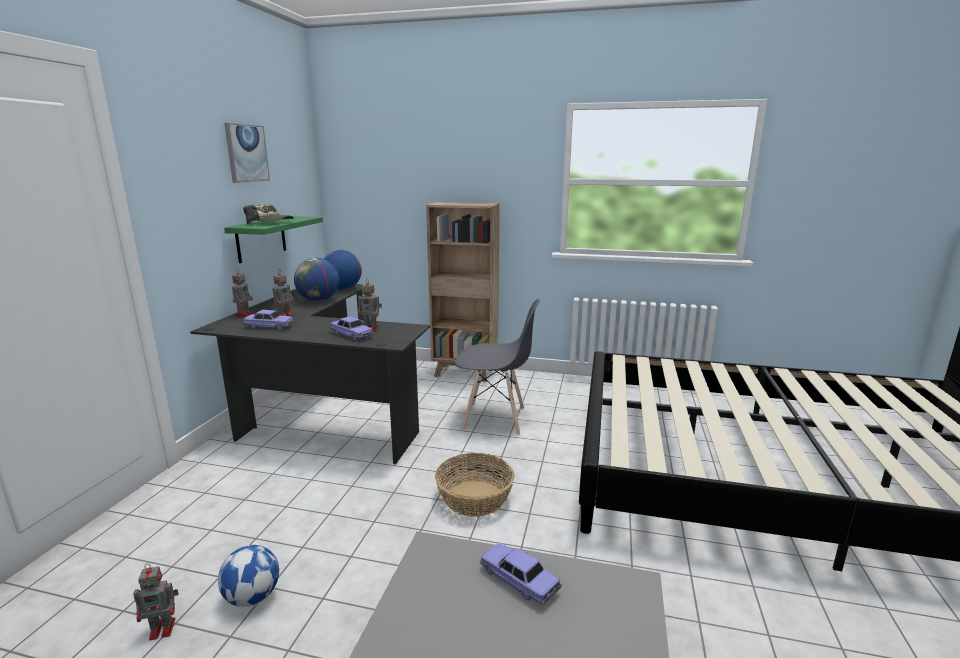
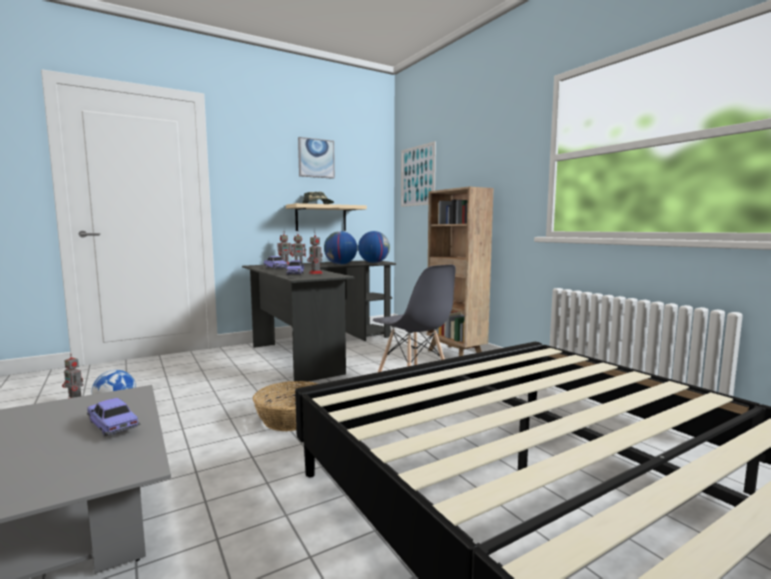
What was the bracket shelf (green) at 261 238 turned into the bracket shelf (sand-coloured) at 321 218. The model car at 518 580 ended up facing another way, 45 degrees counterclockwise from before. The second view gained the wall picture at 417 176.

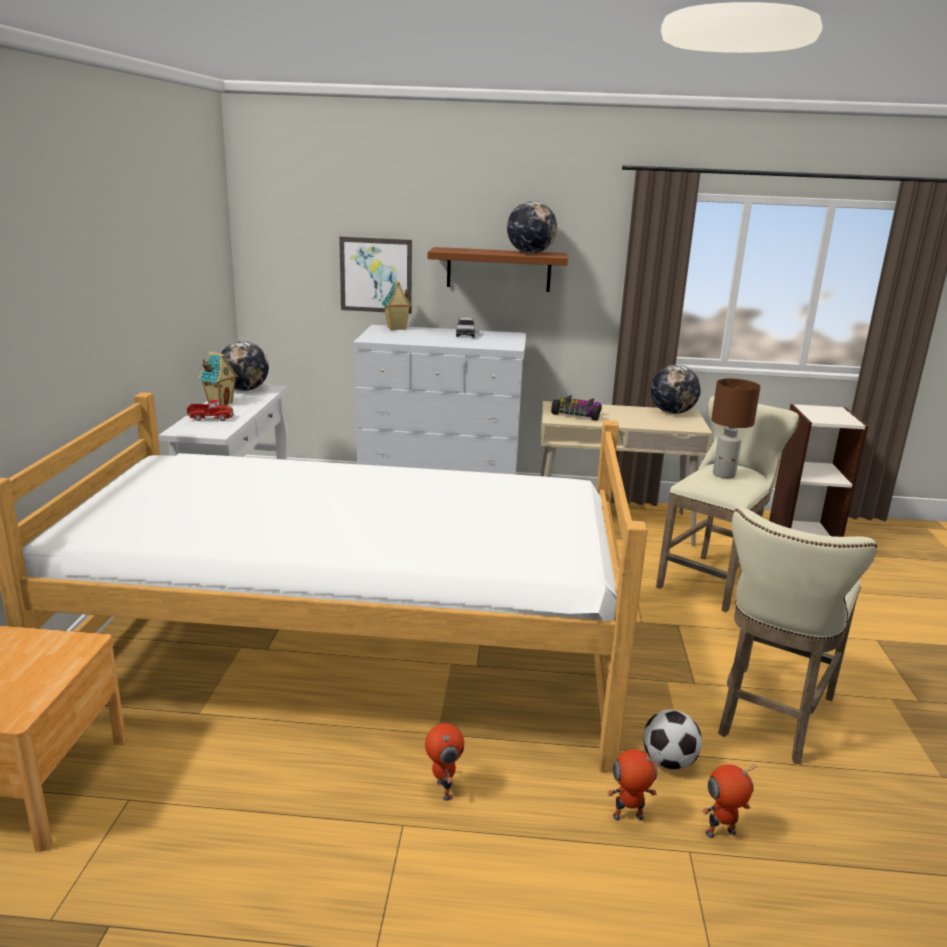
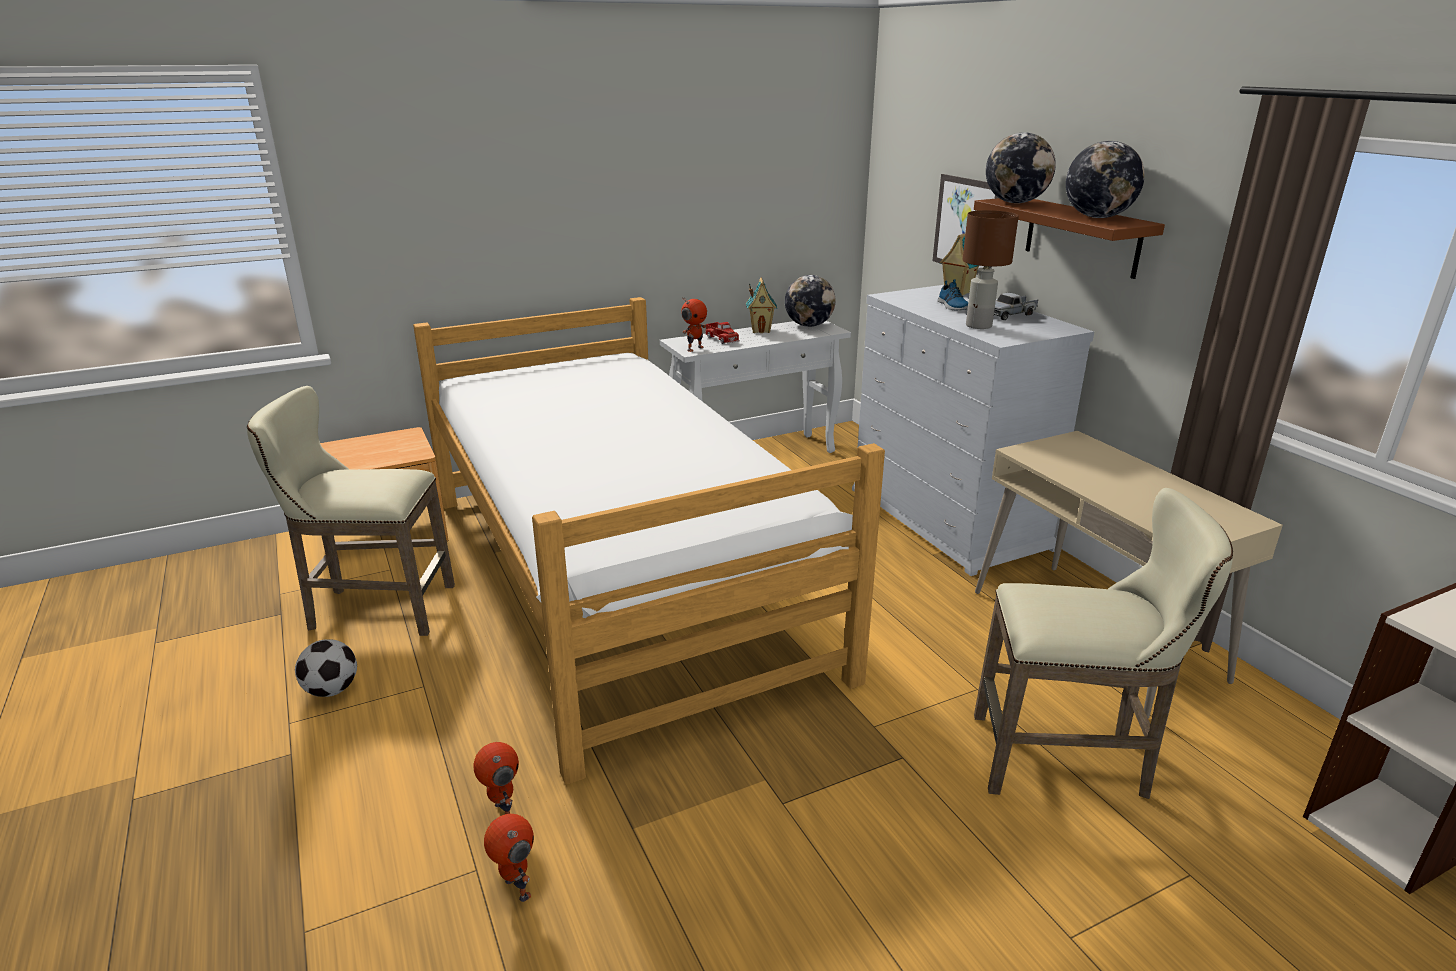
The globe ended up elsewhere, having gone from 672 412 to 1015 202. The lamp for a table (brown) ended up elsewhere, having gone from 724 475 to 979 326. The second view lost the model car at 577 414. The sitting stool (sand-coloured) ended up elsewhere, having gone from 770 718 to 374 609. The ball for football ended up elsewhere, having gone from 668 762 to 332 690. The toy robot ended up elsewhere, having gone from 442 790 to 694 348. The second view gained the item of footwear at 953 306.

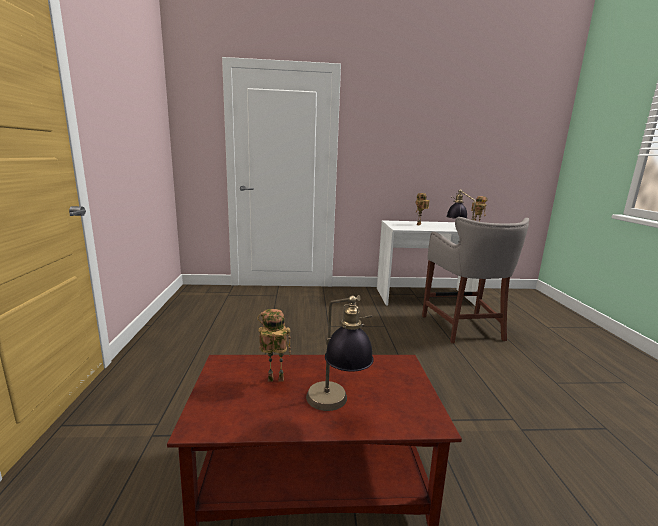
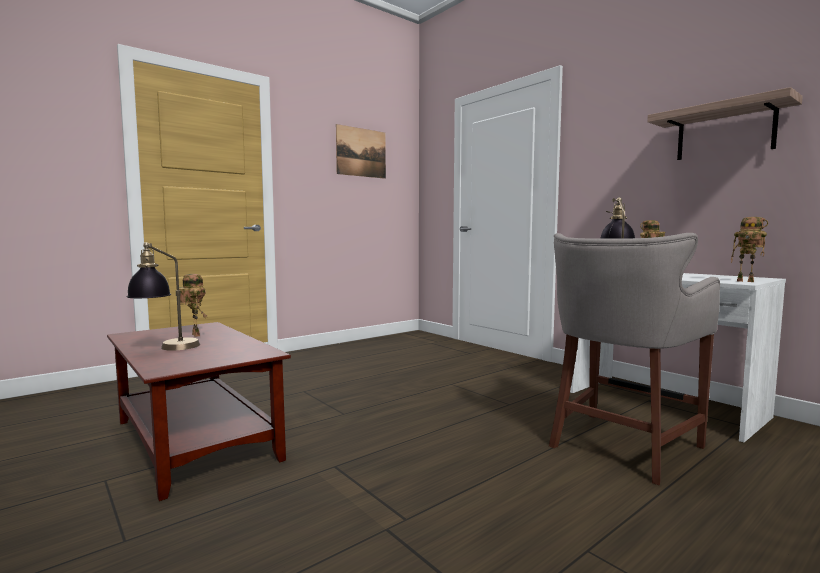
The second view gained the bracket shelf at 725 132. The second view gained the wall picture at 361 152.

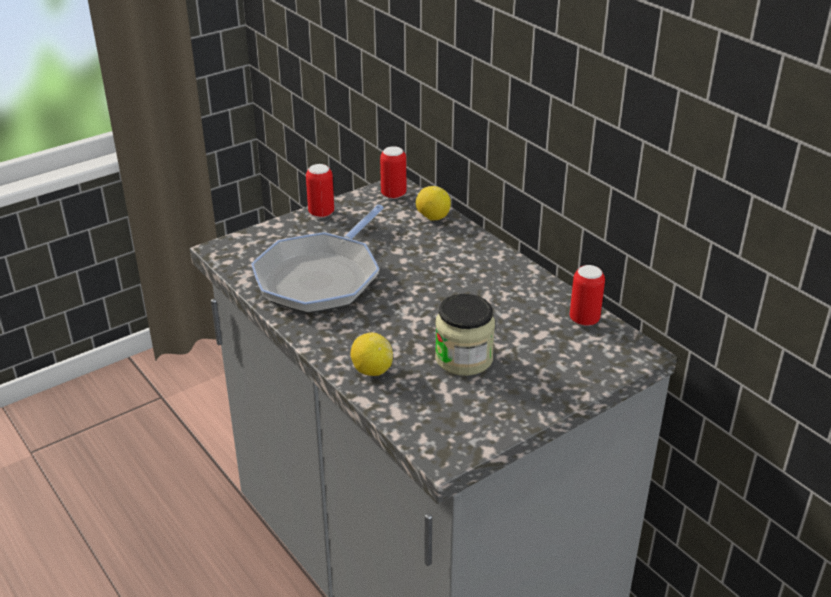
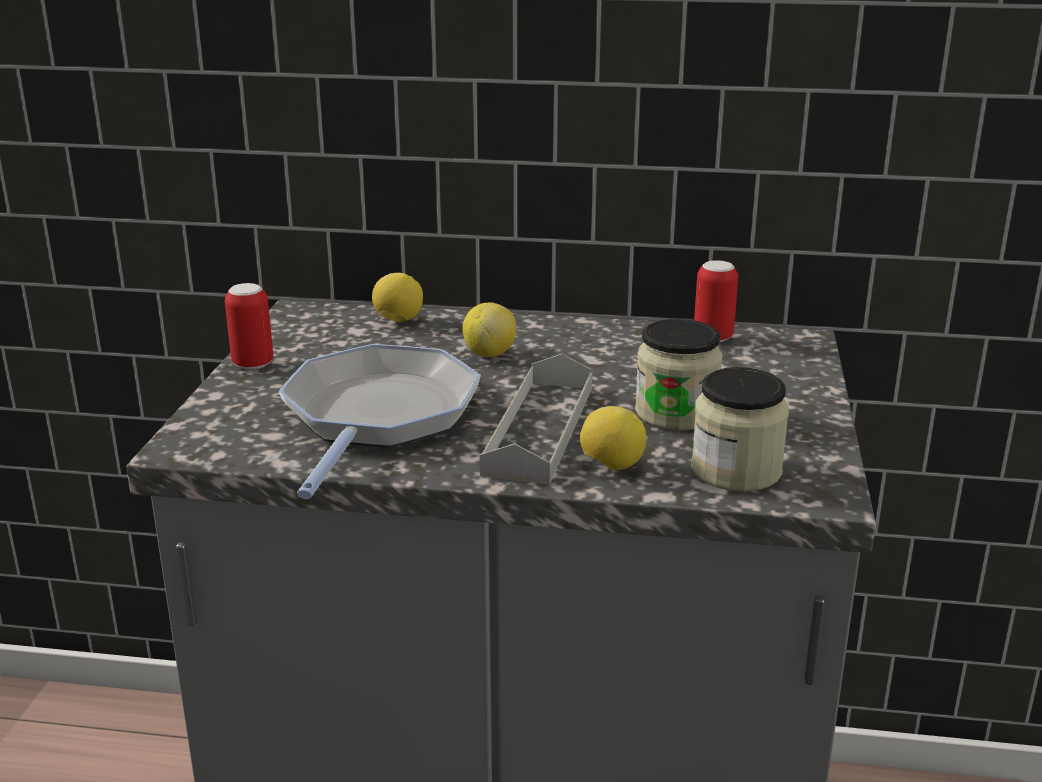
The second view lost the metal can at 393 194. The pan at 321 277 ended up facing another way, 150 degrees counterclockwise from before. The second view gained the lemon at 489 353. The second view gained the serving tray (gray) at 539 429. The second view gained the jar at 736 470.

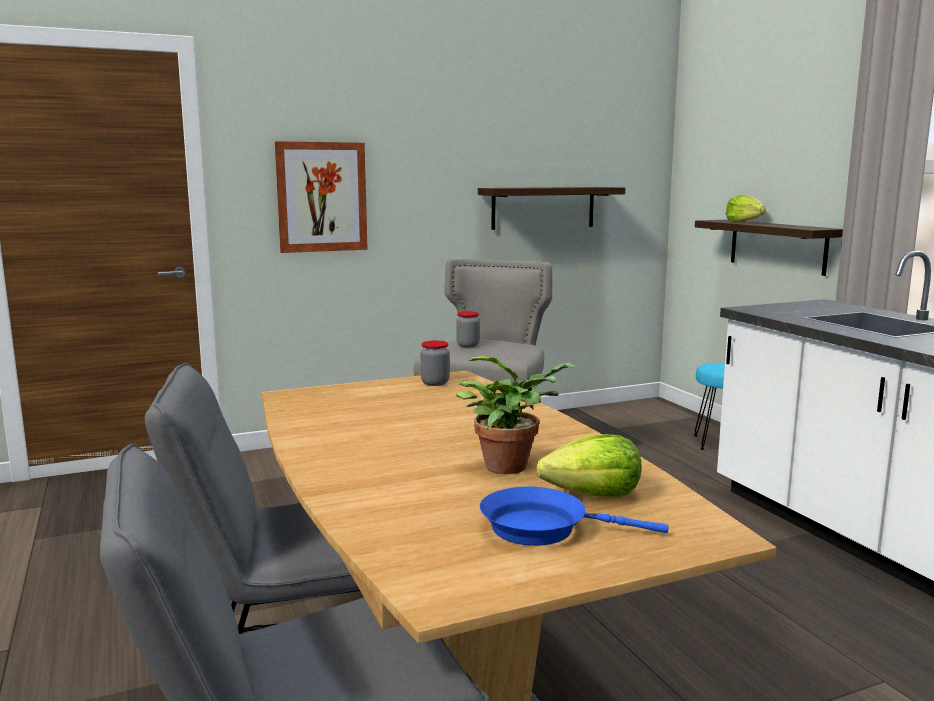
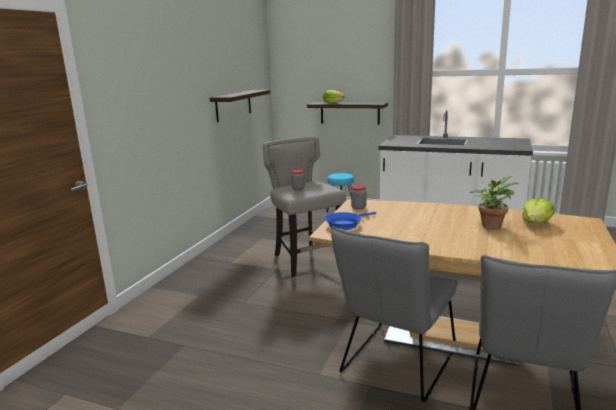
The second view lost the wall picture at 321 197. The pan (blue) ended up elsewhere, having gone from 542 528 to 345 224.

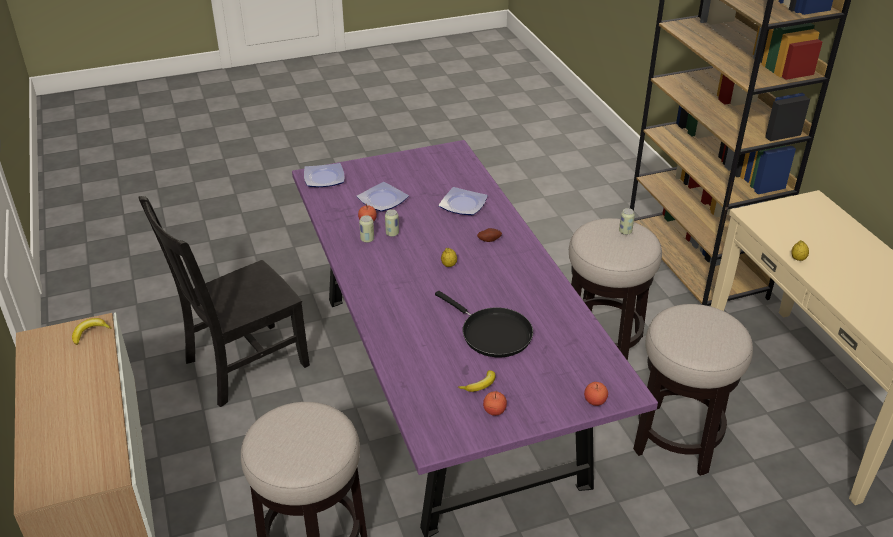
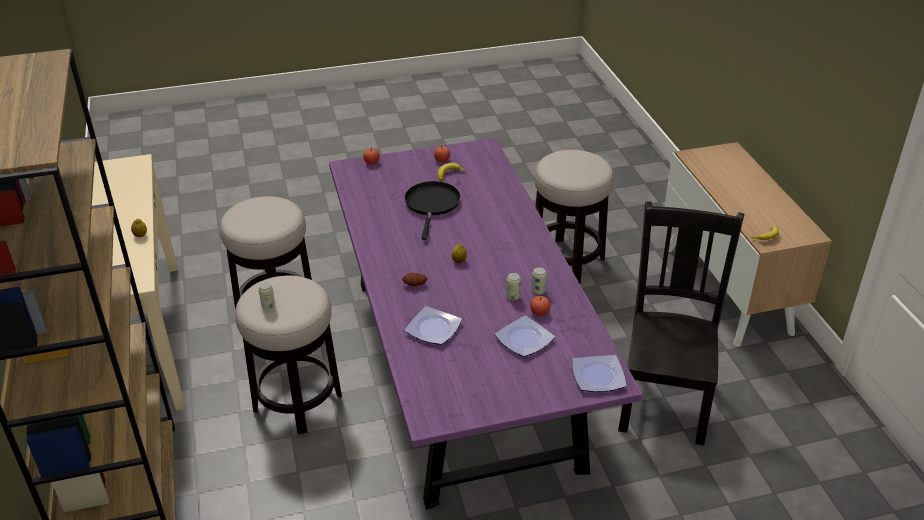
The plain chair (black) at 242 364 ended up facing another way, 45 degrees counterclockwise from before. The pan (black) at 492 333 ended up facing another way, 45 degrees clockwise from before.

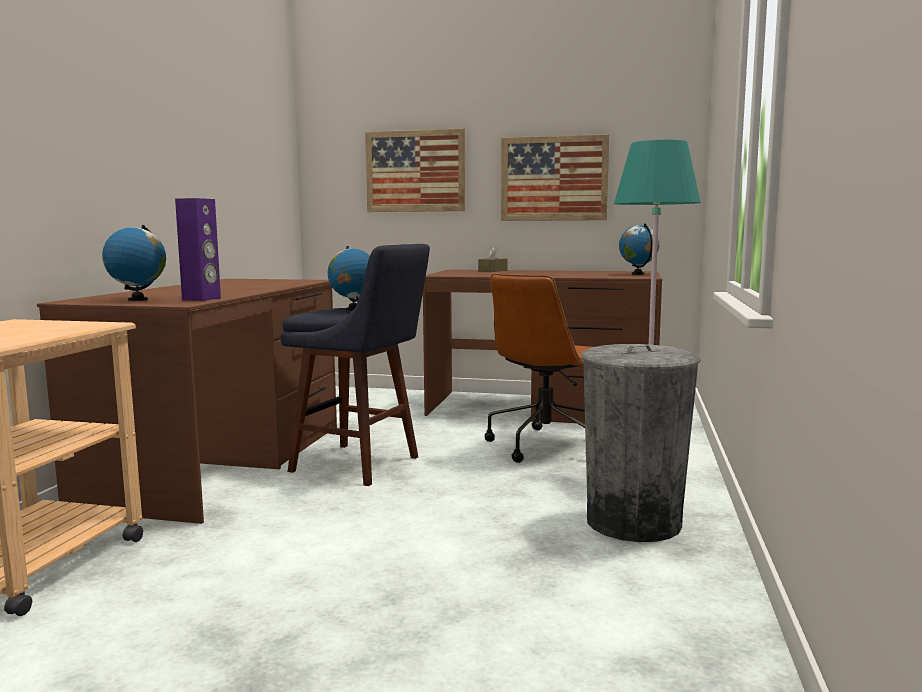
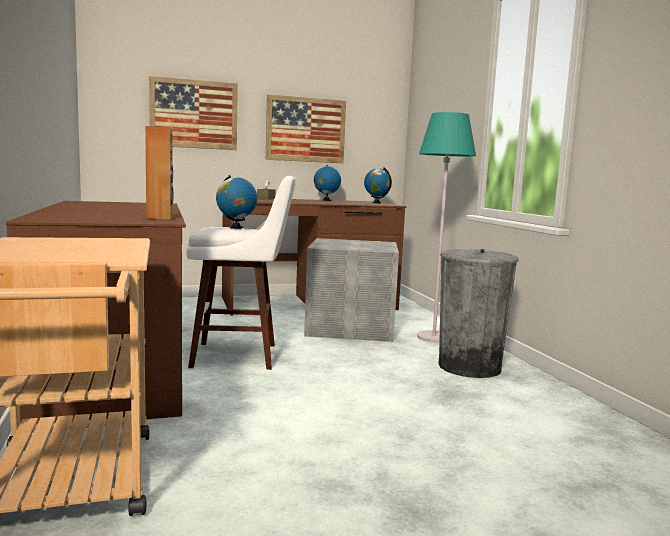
What was the audio speaker (purplish) at 202 299 turned into the audio speaker (brown) at 160 218. The globe ended up elsewhere, having gone from 137 300 to 326 200. What was the sitting stool (blue) at 362 465 turned into the sitting stool (white-coloured) at 241 356. Where the computer chair (brown) stood at 546 445, the storage bin (gray) came to stand at 349 327.

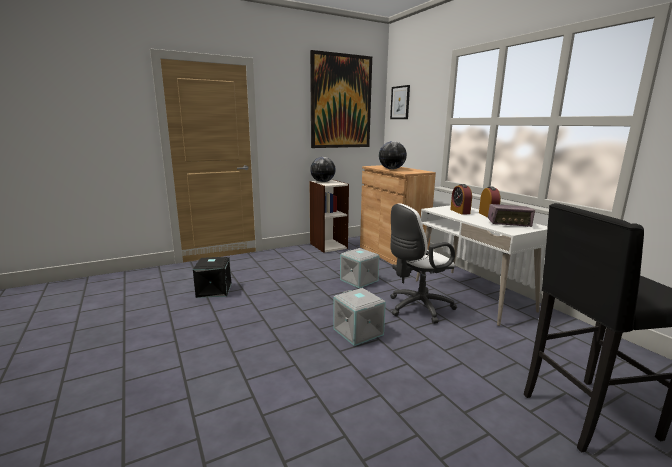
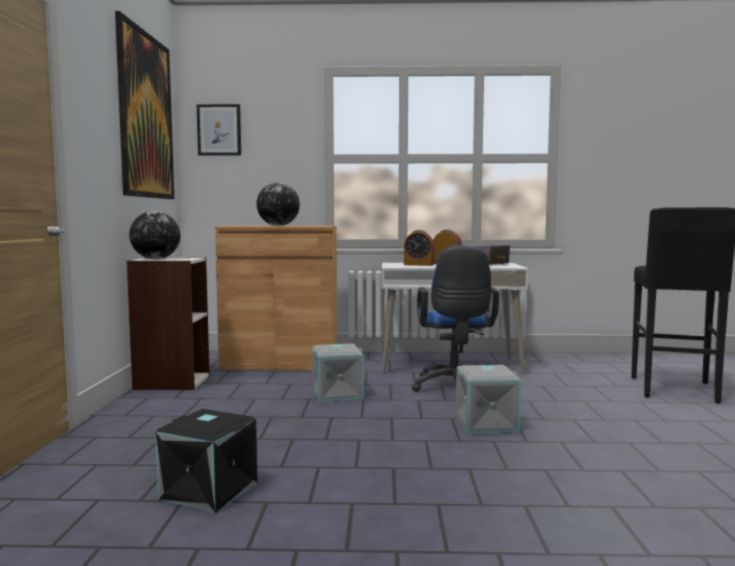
What was the computer chair (white-coloured) at 416 308 turned into the computer chair (blue) at 454 389.

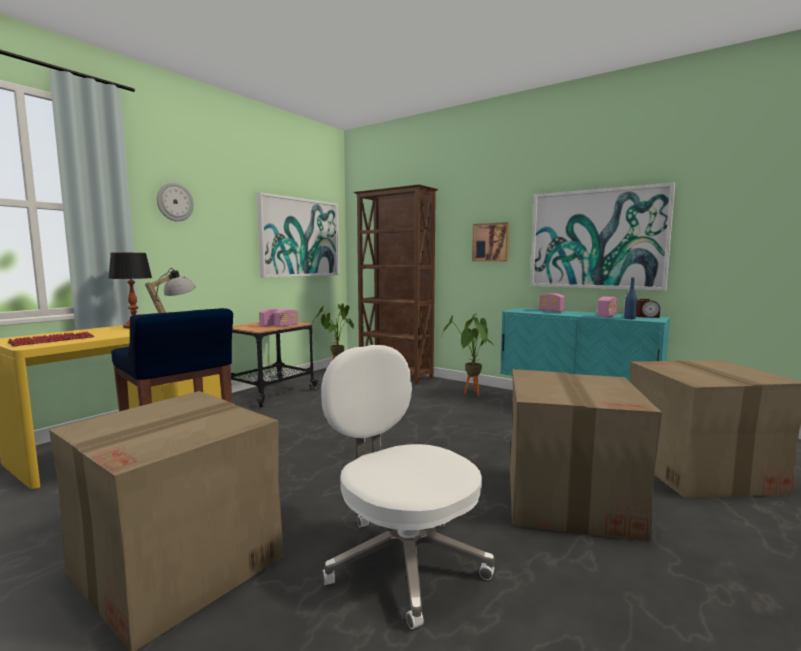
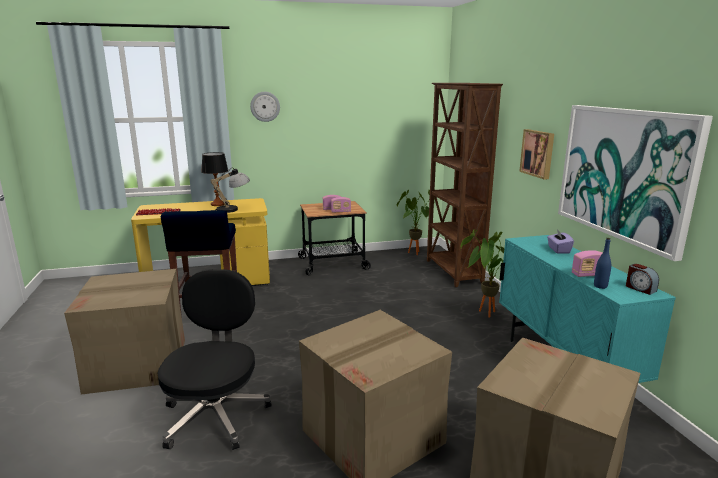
The second view lost the wall picture at 300 237. Where the radio stood at 551 311, the tissue box (purplish) came to stand at 558 250. What was the computer chair (white-coloured) at 403 560 turned into the computer chair (black) at 216 415.

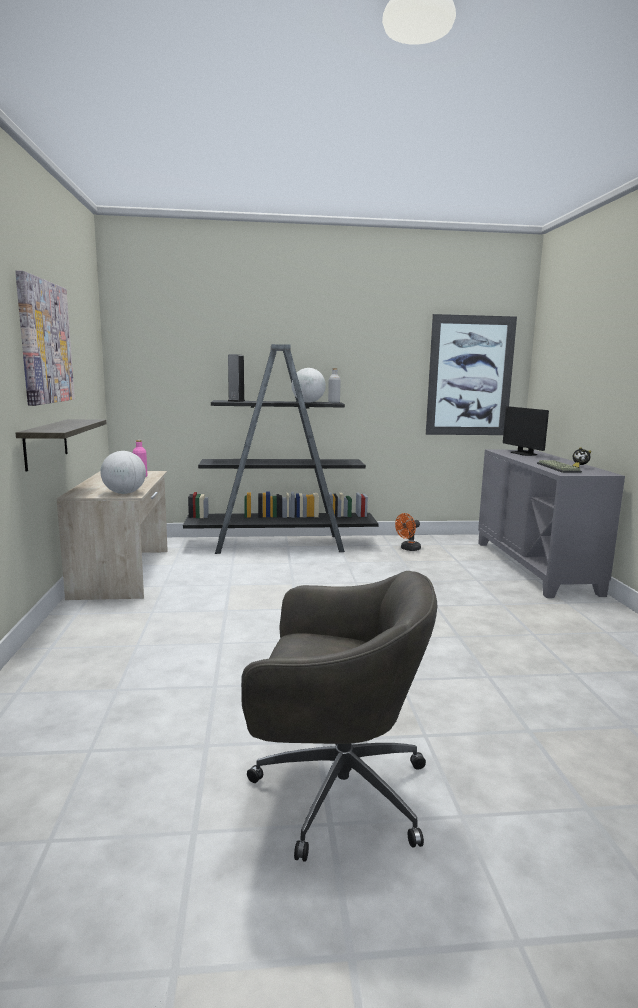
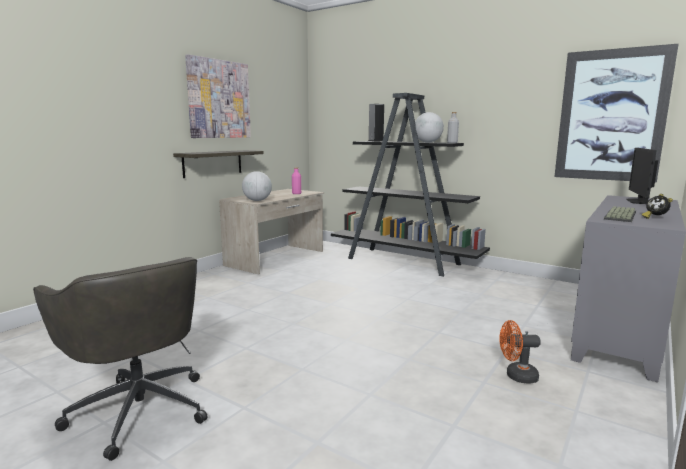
The cooling fan (orange) ended up elsewhere, having gone from 408 549 to 516 376.

